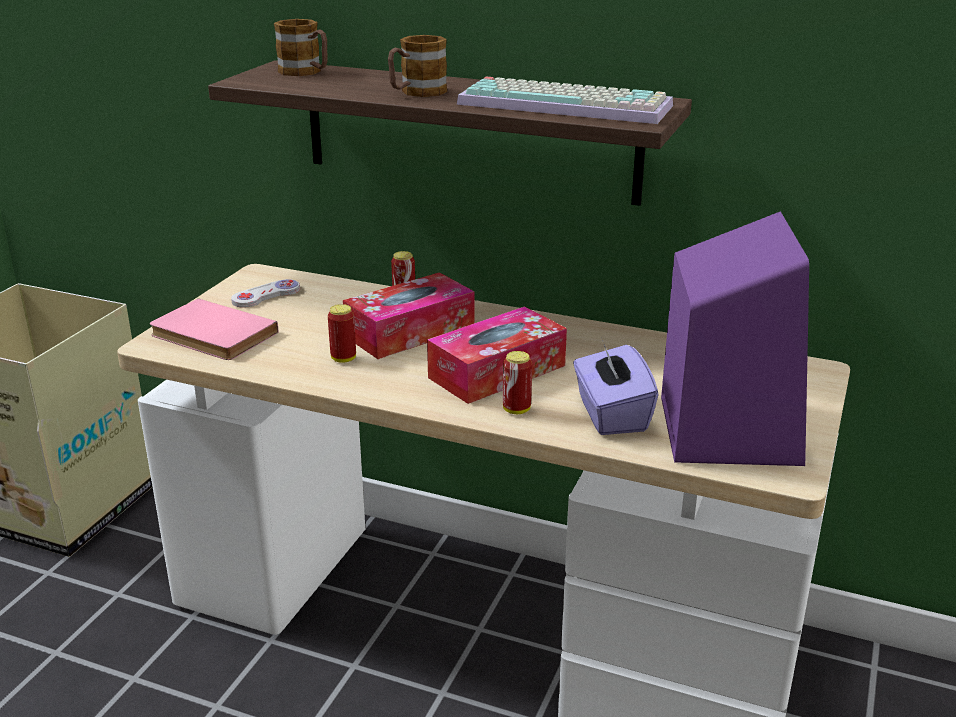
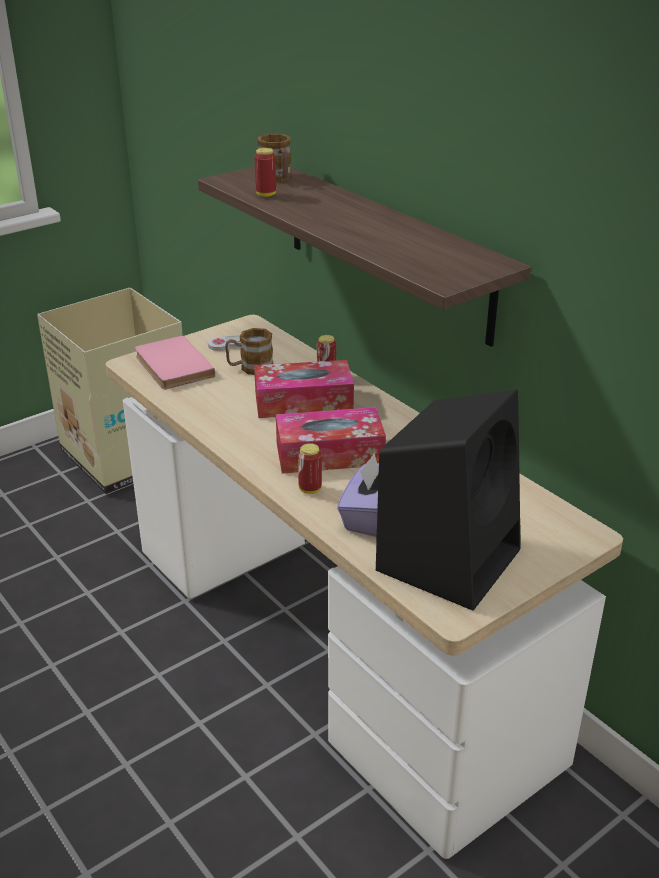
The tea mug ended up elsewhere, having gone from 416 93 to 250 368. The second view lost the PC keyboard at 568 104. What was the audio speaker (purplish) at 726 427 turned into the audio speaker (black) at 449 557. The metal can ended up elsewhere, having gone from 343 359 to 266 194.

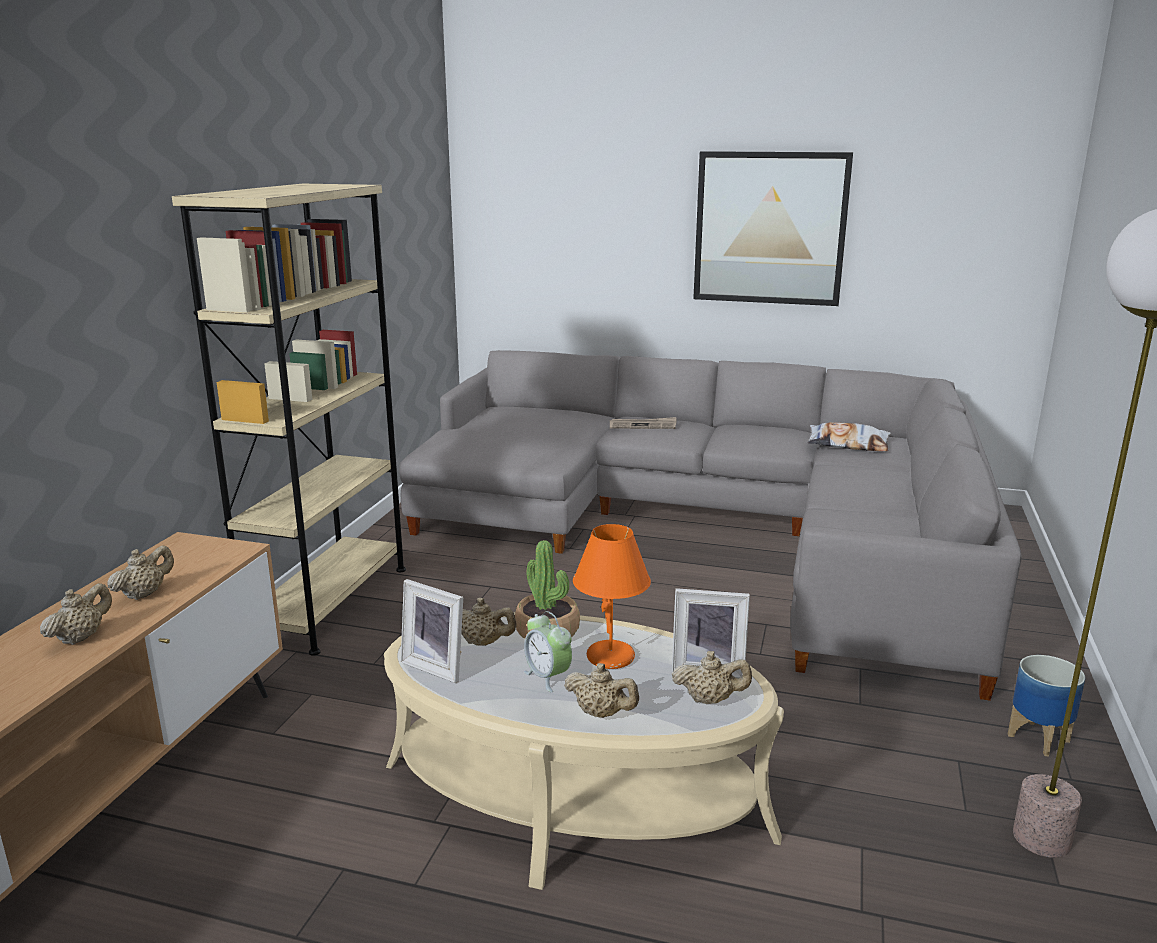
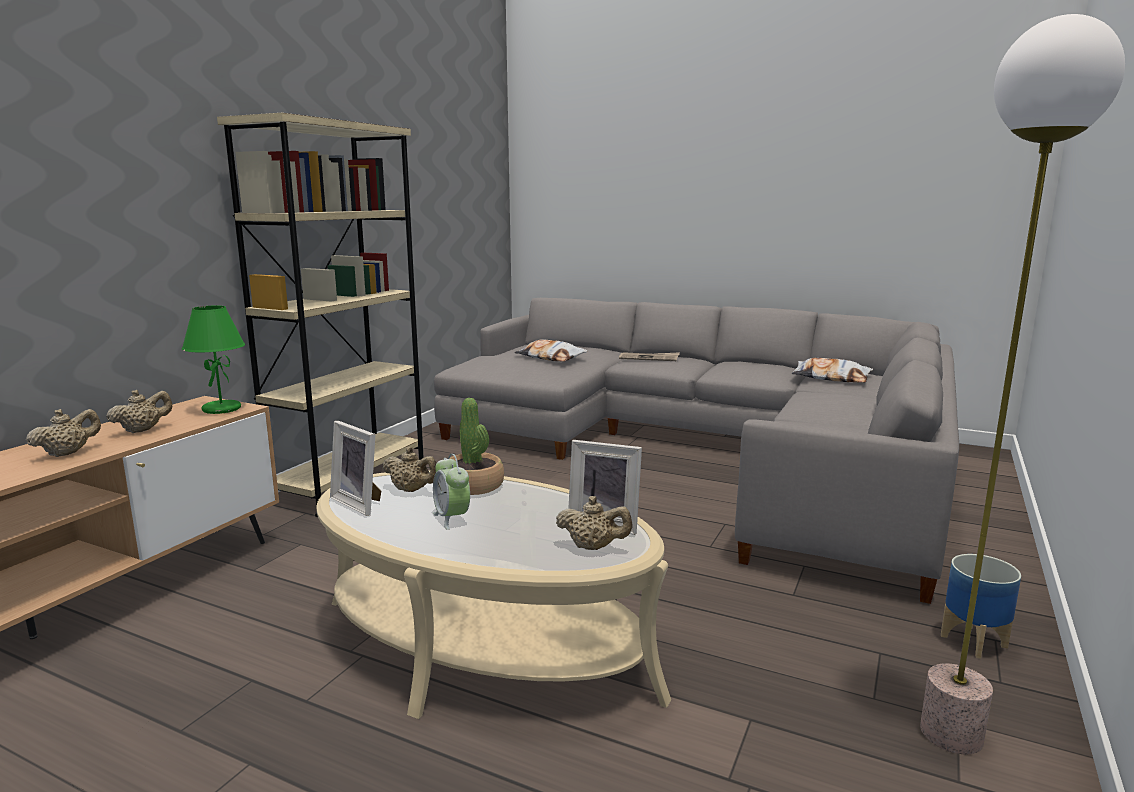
The second view lost the wall picture at 770 228. The second view lost the lamp for a table (orange) at 611 657. The second view lost the teapot (sand-coloured) at 601 713. The second view gained the lamp for a table (green) at 222 409. The second view gained the throw pillow at 550 357.

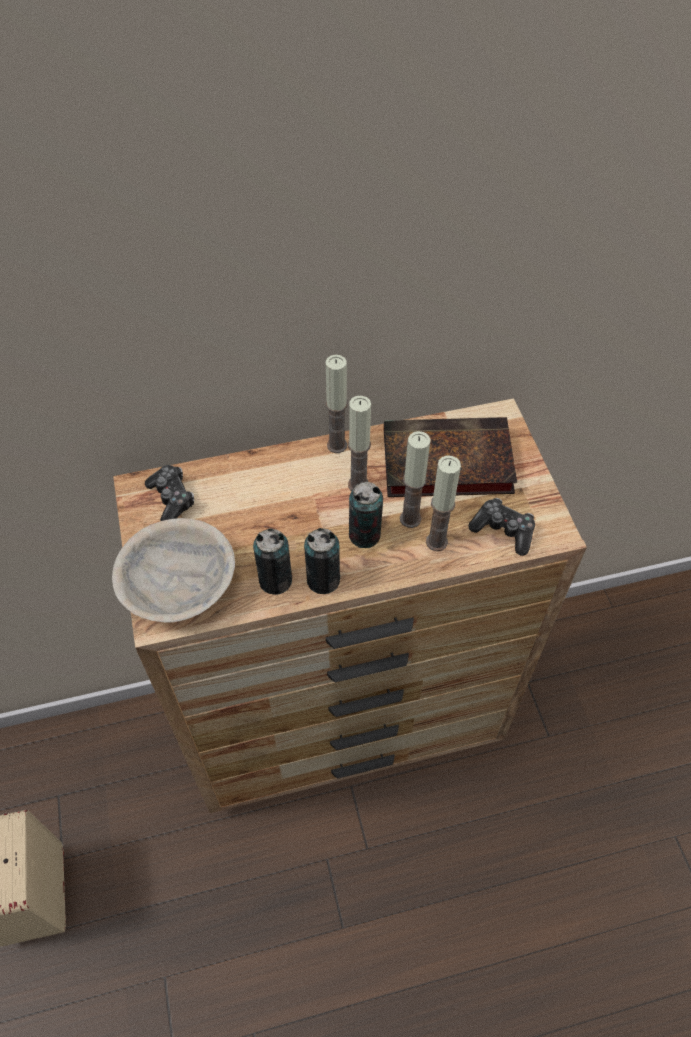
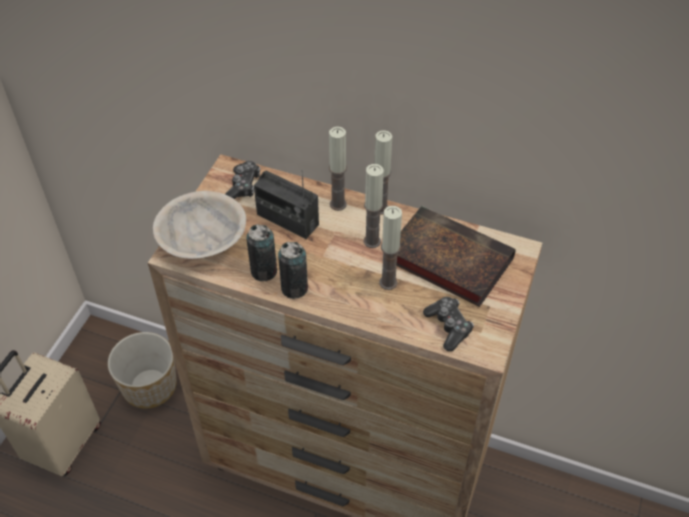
The wax light ended up elsewhere, having gone from 436 541 to 338 204. The second view lost the metal can at 364 535. The second view gained the radio at 287 220. The second view gained the planter at 148 386.

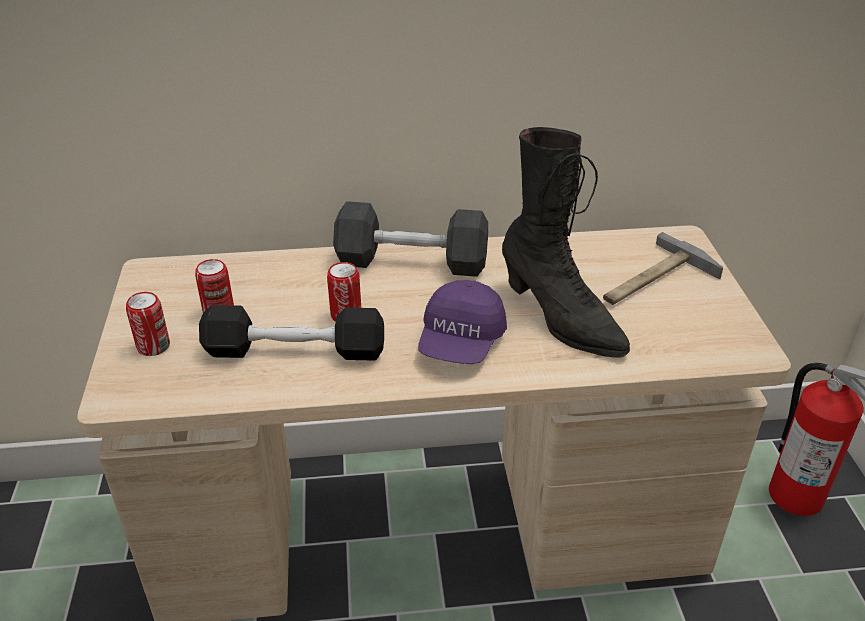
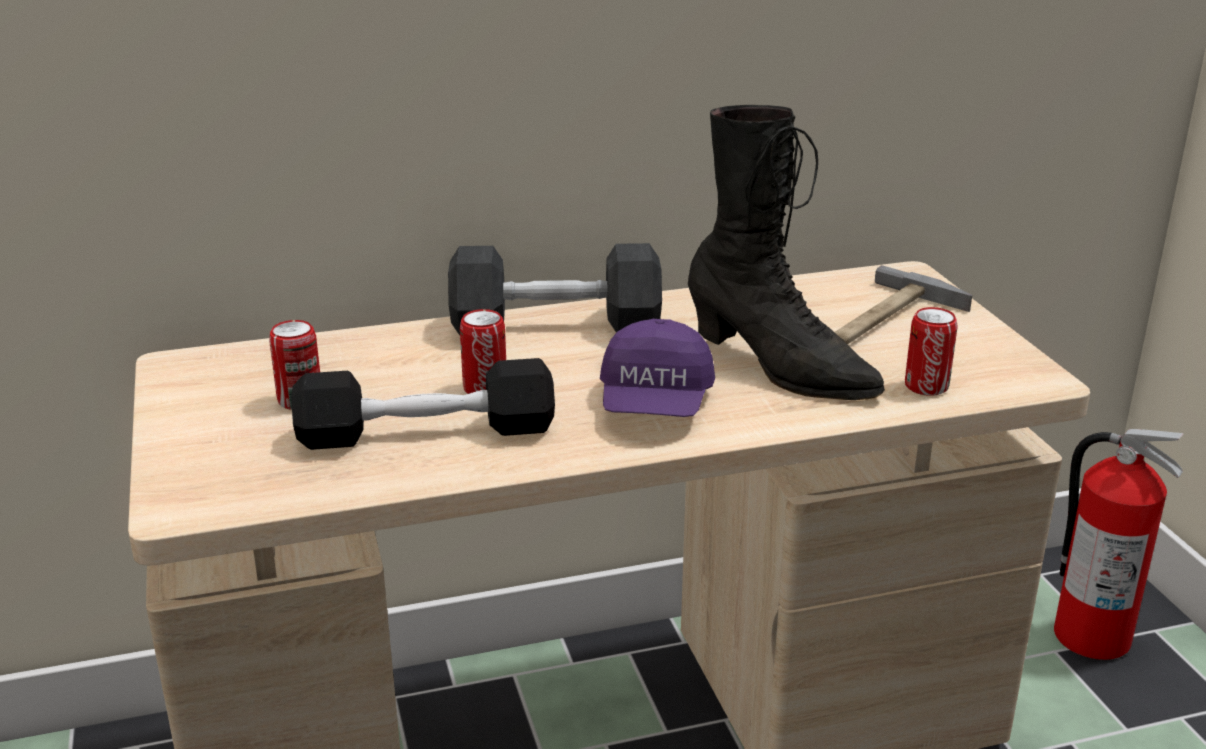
The metal can ended up elsewhere, having gone from 153 346 to 926 386.

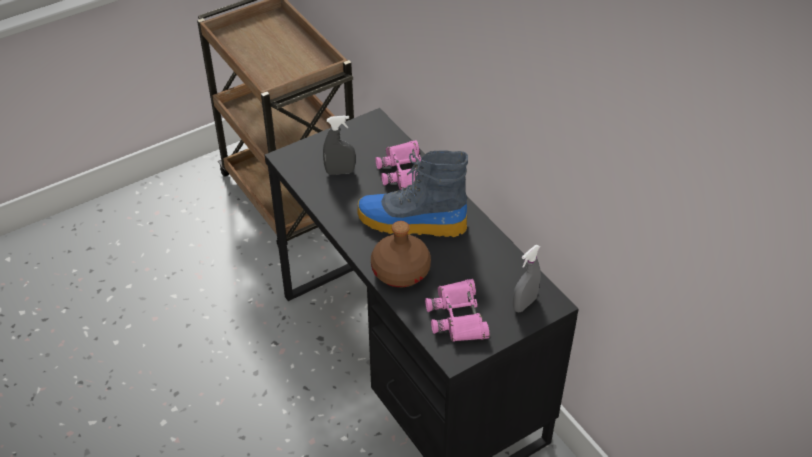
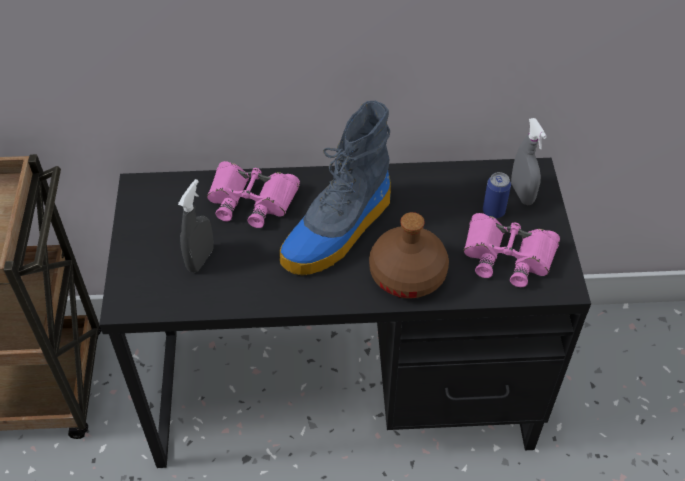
The second view gained the metal can at 493 211.

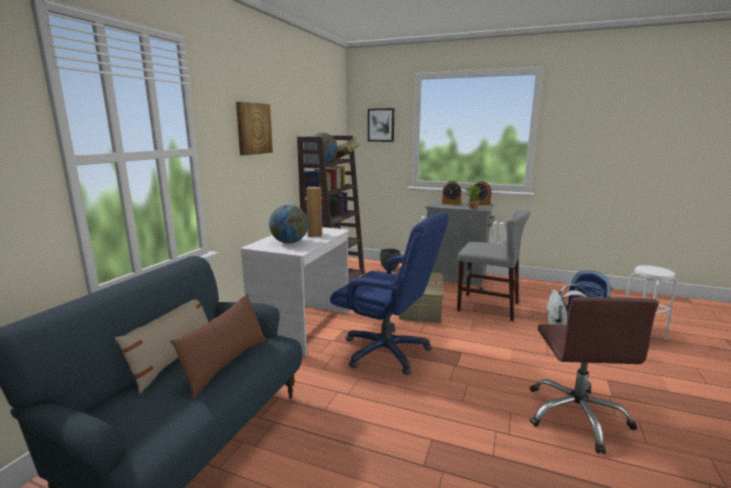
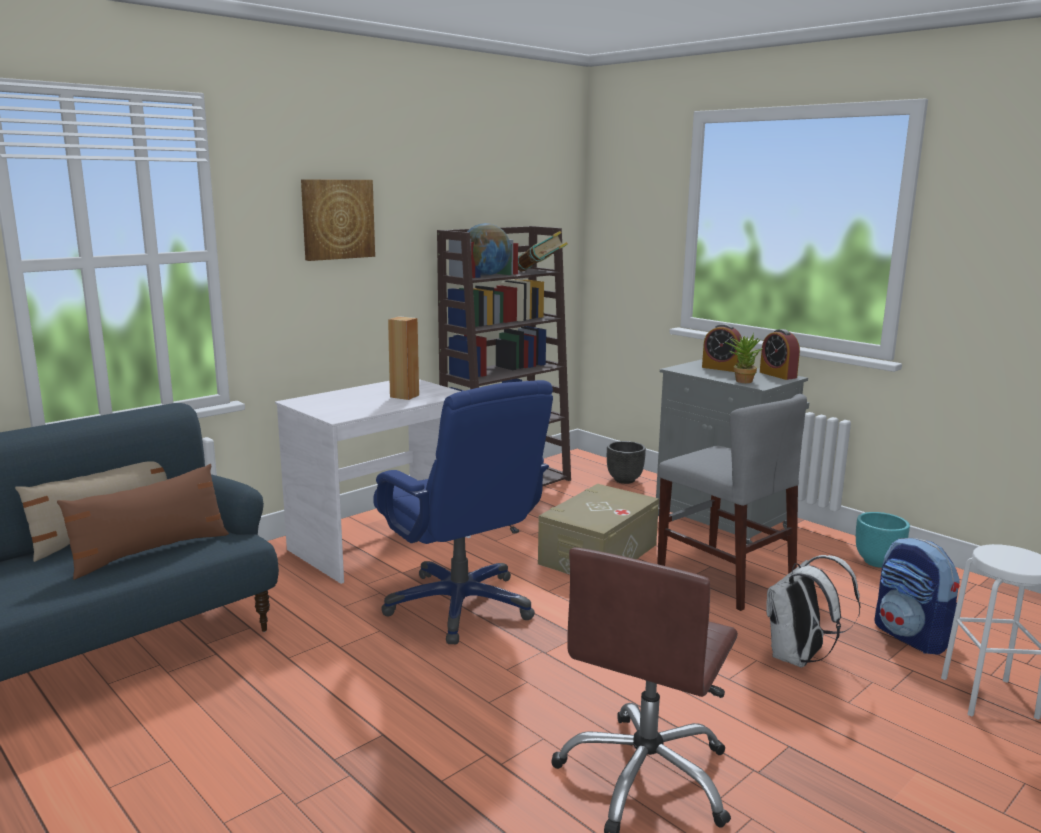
The second view lost the wall picture at 381 125. The second view lost the globe at 289 242. The second view gained the planter (turquoise) at 878 562.

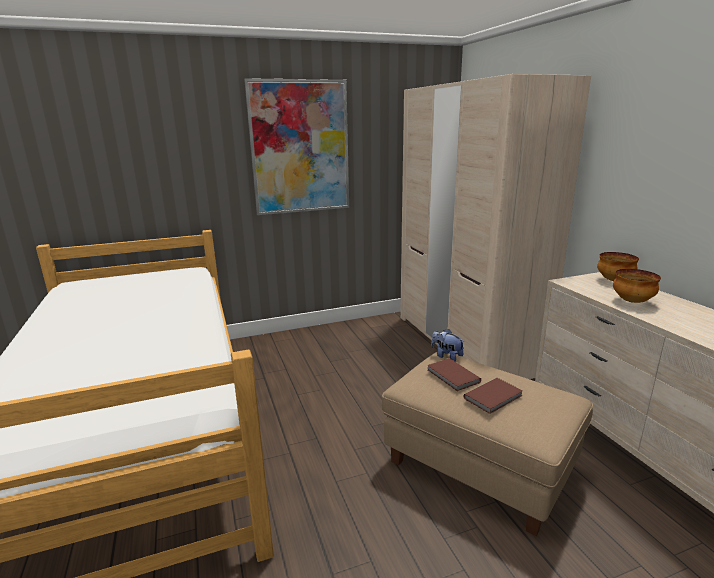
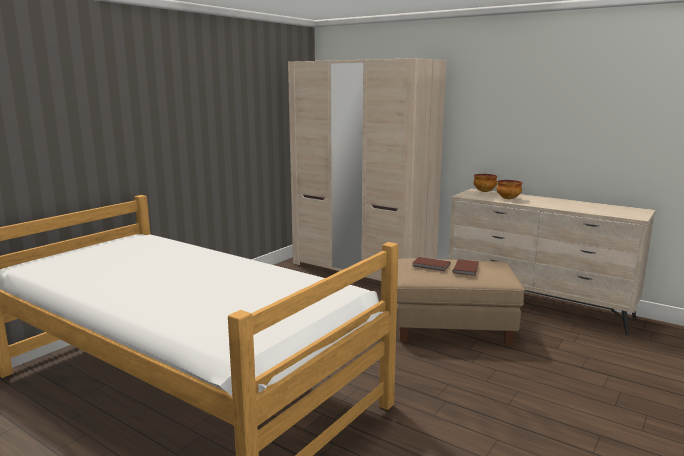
The second view lost the wall picture at 300 148. The second view lost the soft toy at 446 356.

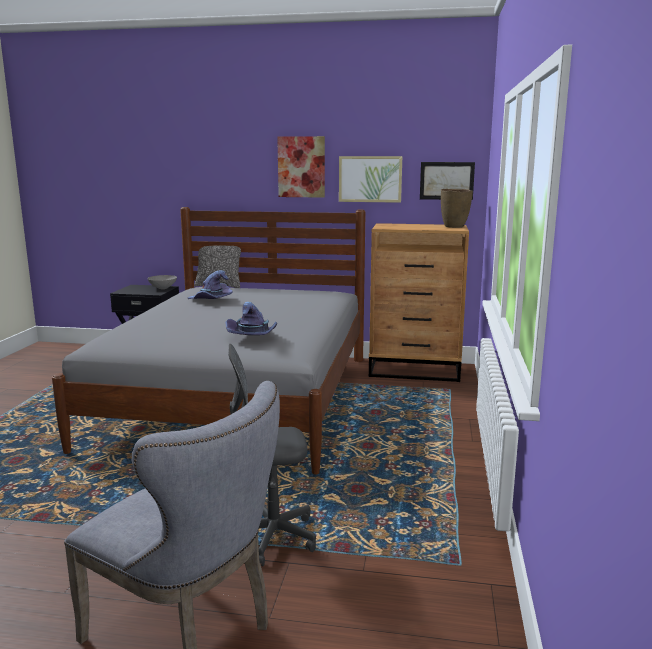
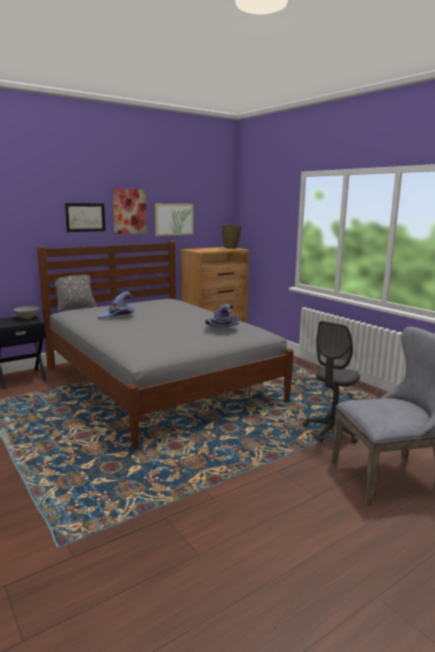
The wall picture ended up elsewhere, having gone from 446 181 to 85 217.

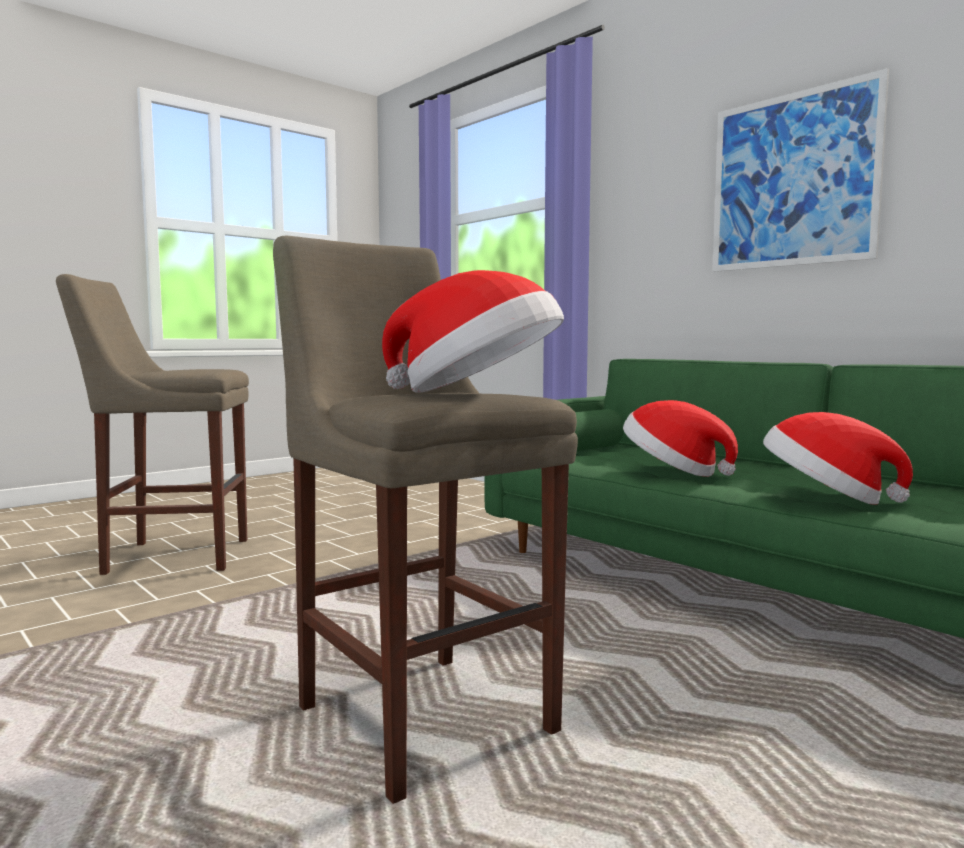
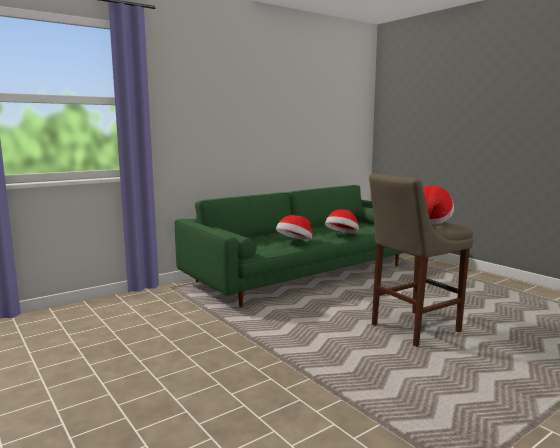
The second view lost the wall picture at 792 180. The second view lost the sitting stool (sand-coloured) at 171 556.

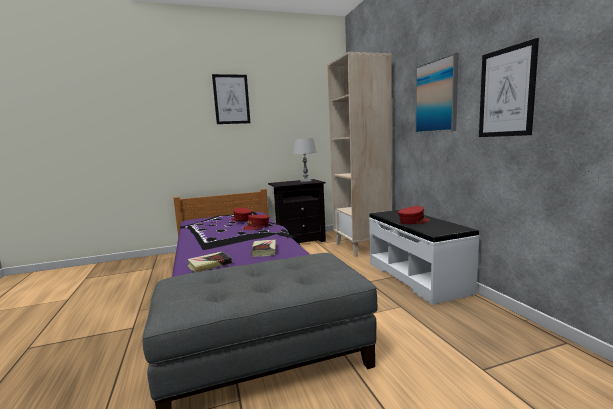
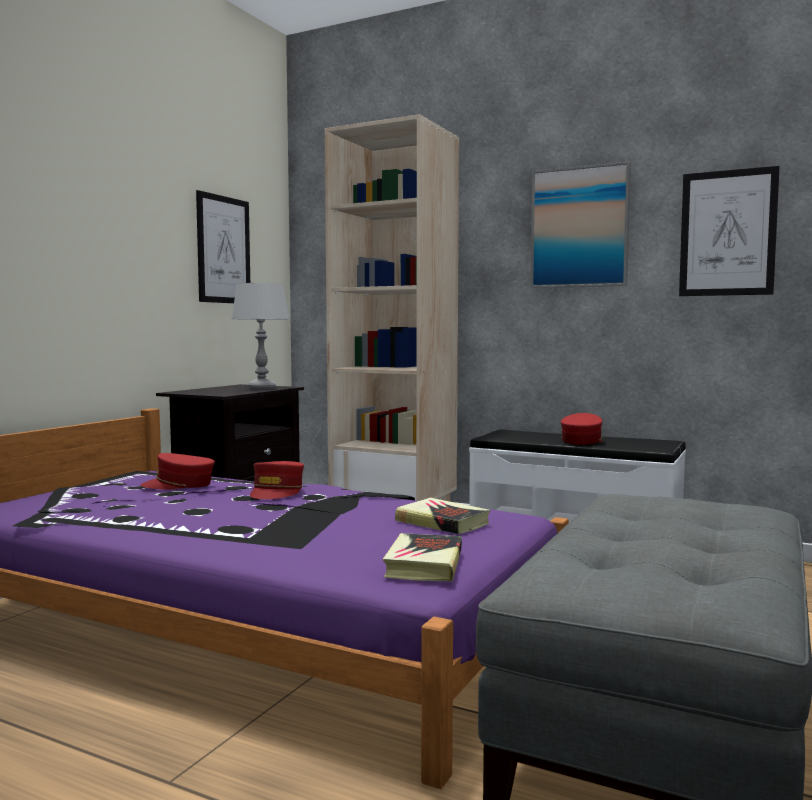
The wall picture ended up elsewhere, having gone from 231 99 to 223 250.

